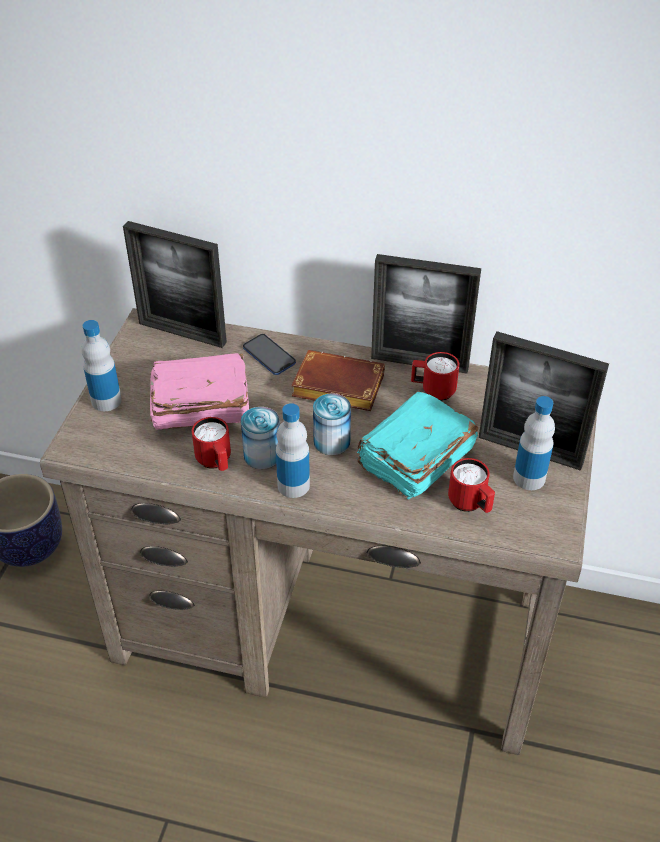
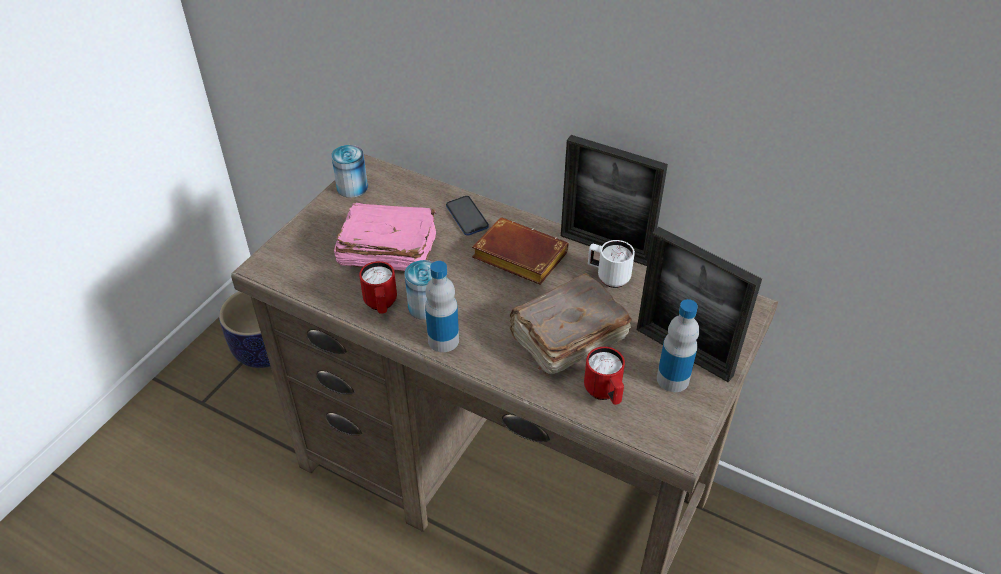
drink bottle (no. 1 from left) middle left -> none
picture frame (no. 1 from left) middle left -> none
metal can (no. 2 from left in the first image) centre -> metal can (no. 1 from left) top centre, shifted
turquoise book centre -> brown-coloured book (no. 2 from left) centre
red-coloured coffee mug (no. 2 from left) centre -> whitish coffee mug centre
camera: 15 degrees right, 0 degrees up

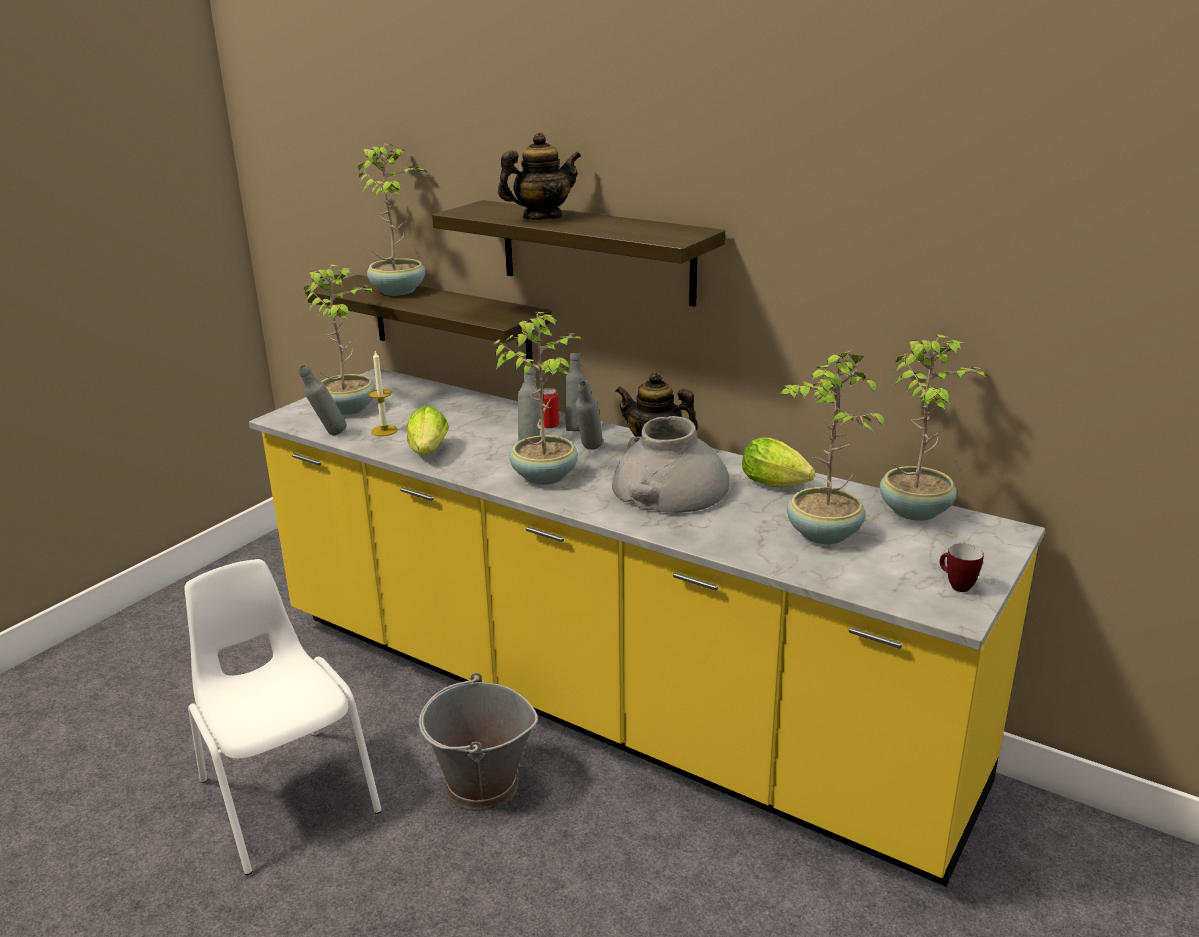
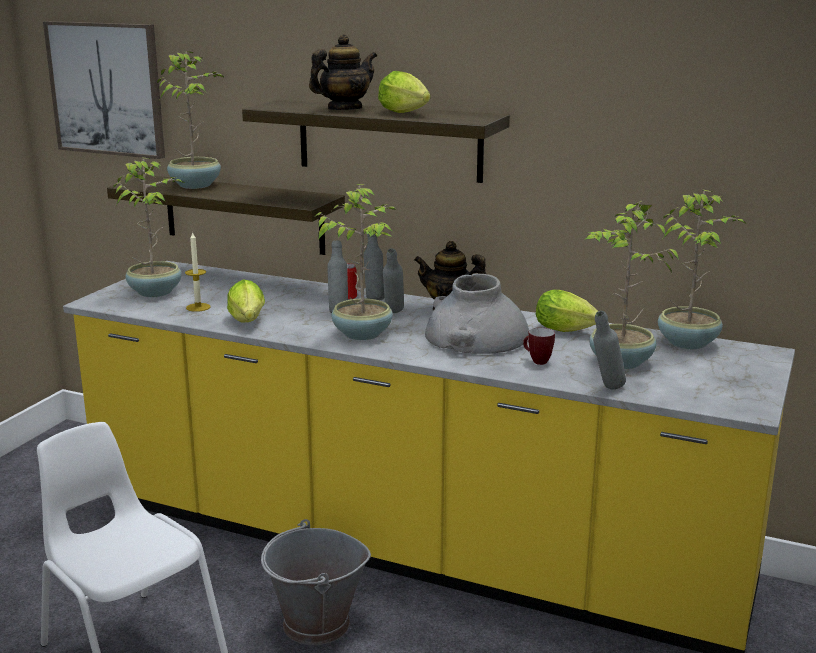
grey drink bottle (no. 1 from left in the first image) middle left -> grey drink bottle (no. 4 from left) middle right, shifted
coffee mug middle right -> coffee mug centre, shifted
none -> wall picture top left
none -> head of lettuce (no. 2 from left) top centre
camera: 10 degrees left, 5 degrees down

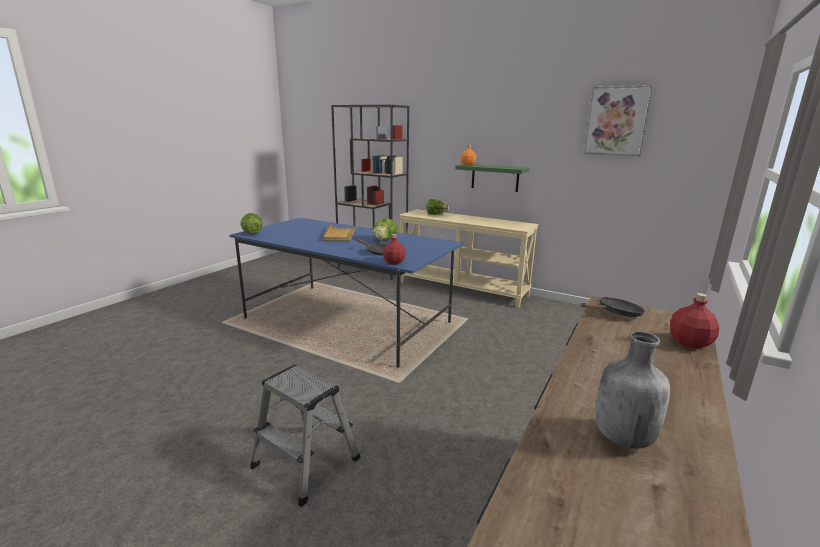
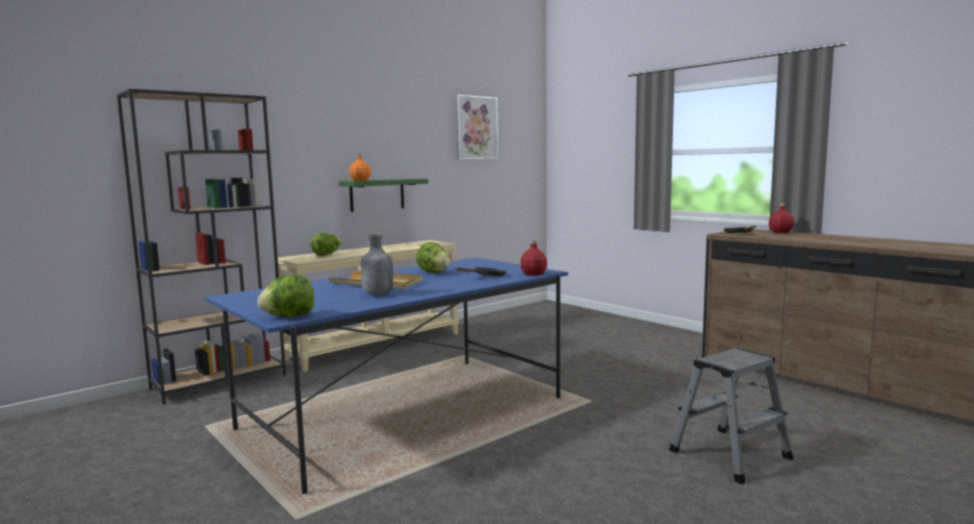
grey drink bottle bottom right -> grey drink bottle centre, shifted
camera: 70 degrees left, 10 degrees down

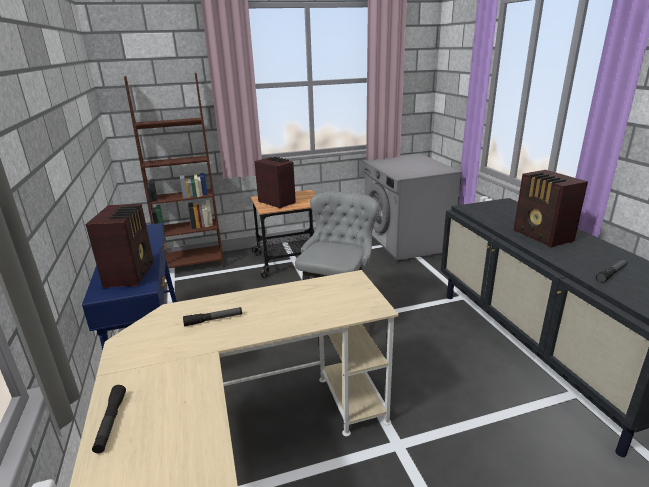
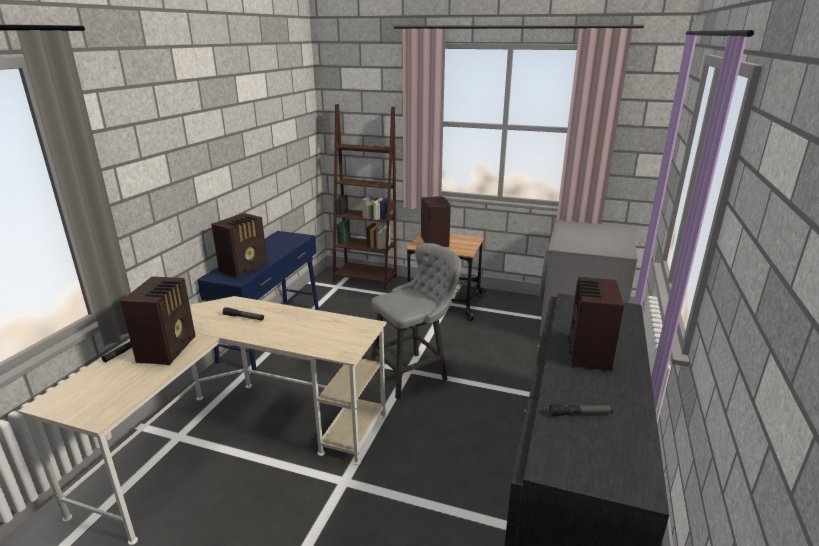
none -> radio receiver (no. 1 from left) middle left
camera: 35 degrees right, 0 degrees up

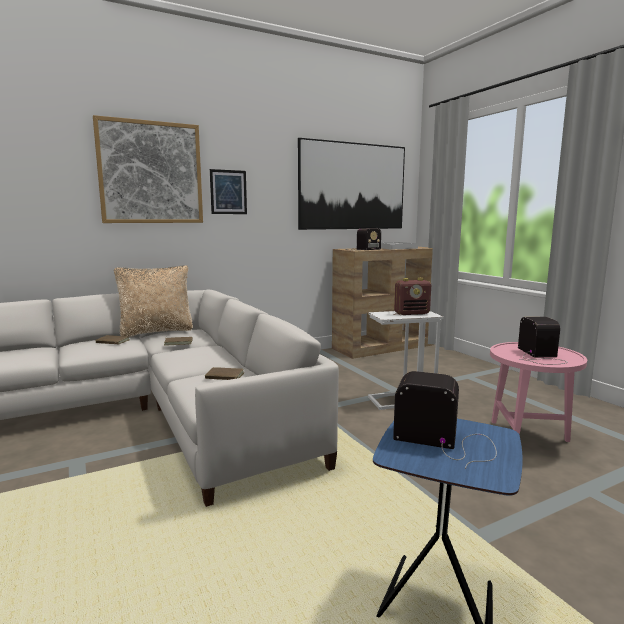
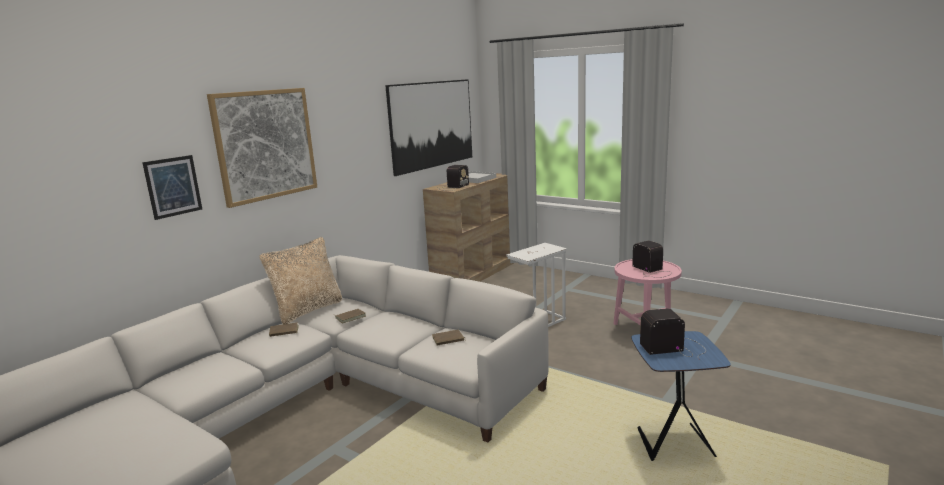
wall picture (no. 2 from left in the first image) top centre -> wall picture (no. 1 from left) middle left, shifted
radio receiver (no. 2 from left) centre -> none
camera: 25 degrees left, 5 degrees up

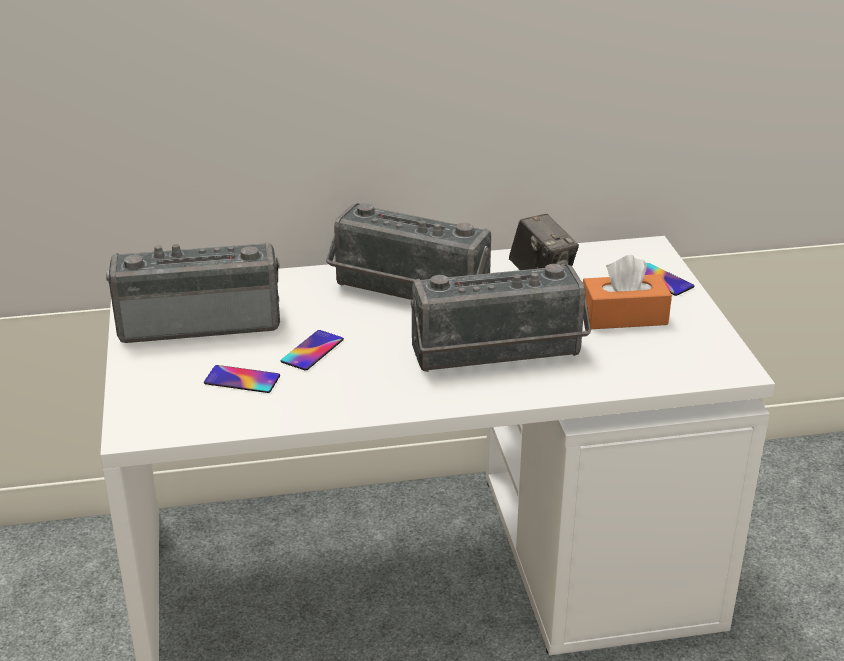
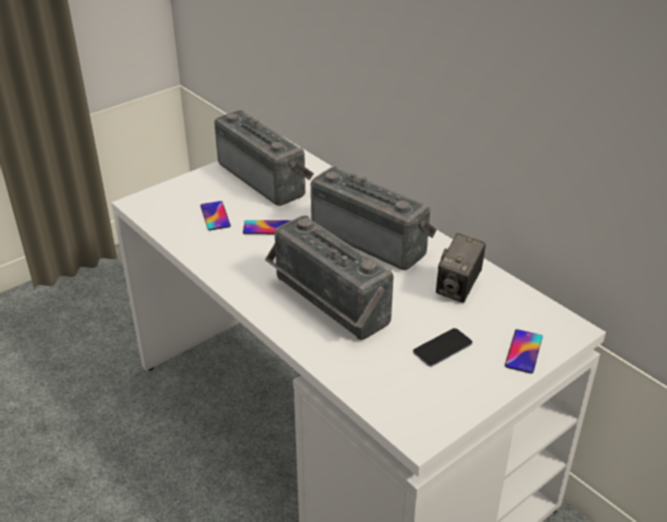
radio receiver (no. 2 from left in the first image) centre -> radio receiver (no. 3 from left) centre, 135 degrees clockwise
orange tissue box middle right -> telephone (no. 3 from left) centre
camera: 60 degrees right, 5 degrees up

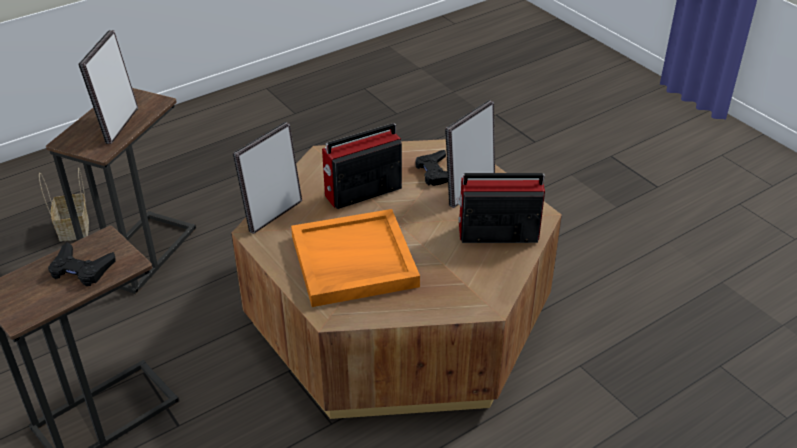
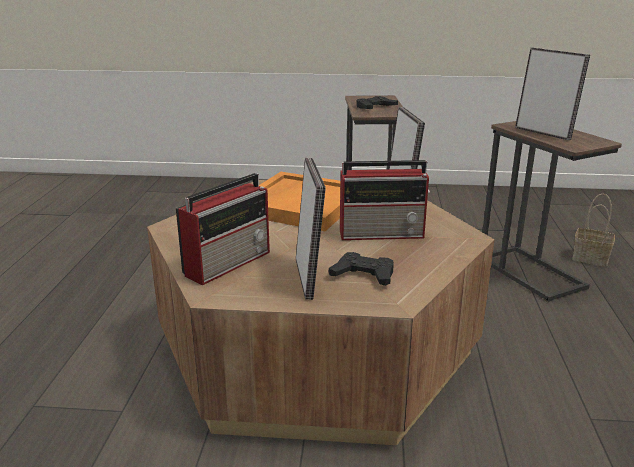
radio receiver (no. 1 from left in the first image) centre -> radio receiver (no. 2 from left) centre, 75 degrees clockwise
camera: 130 degrees right, 15 degrees down

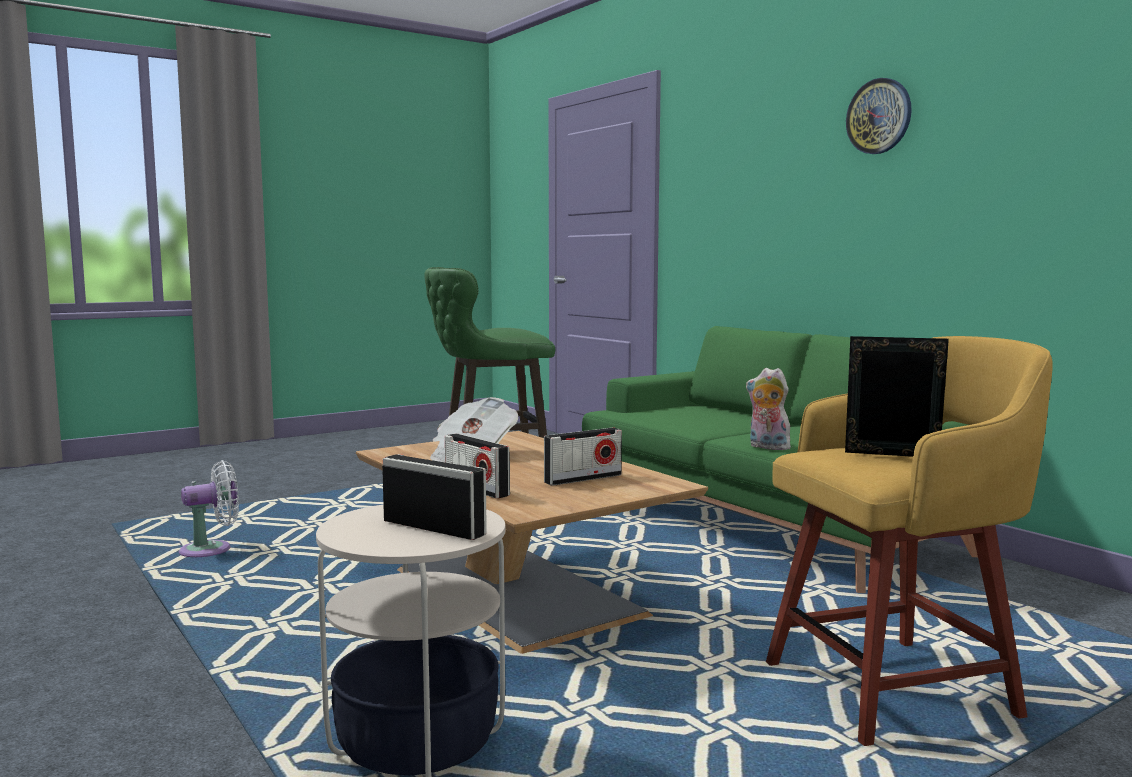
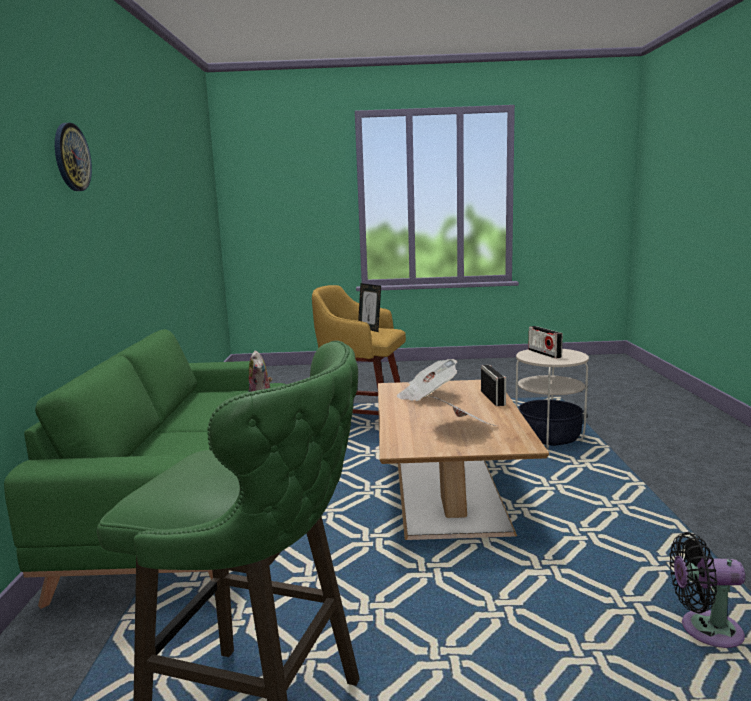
whitish cooling fan middle left -> black-coloured cooling fan bottom right
radio receiver (no. 3 from left) centre -> printed paper (no. 1 from left) centre
camera: 145 degrees left, 5 degrees up

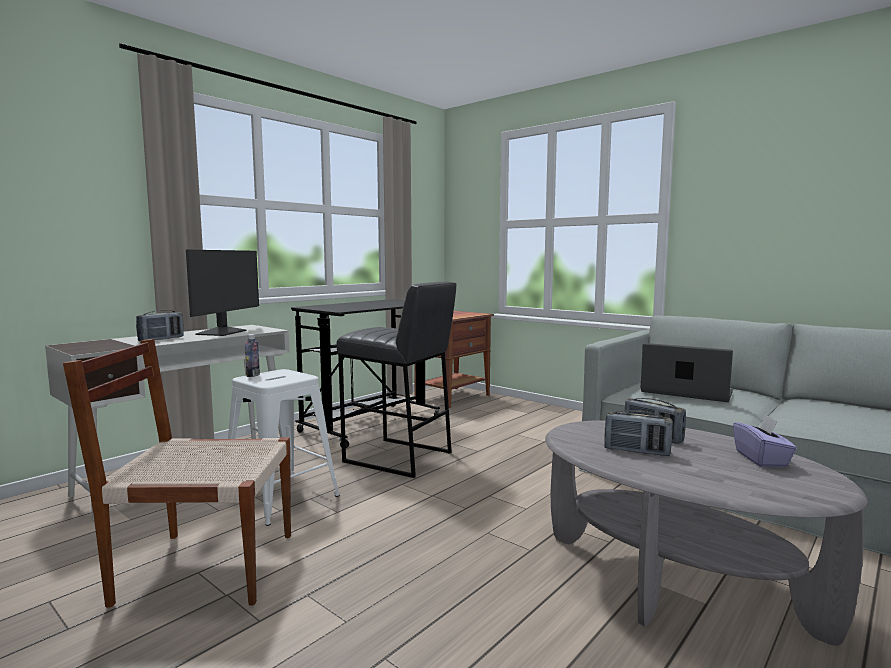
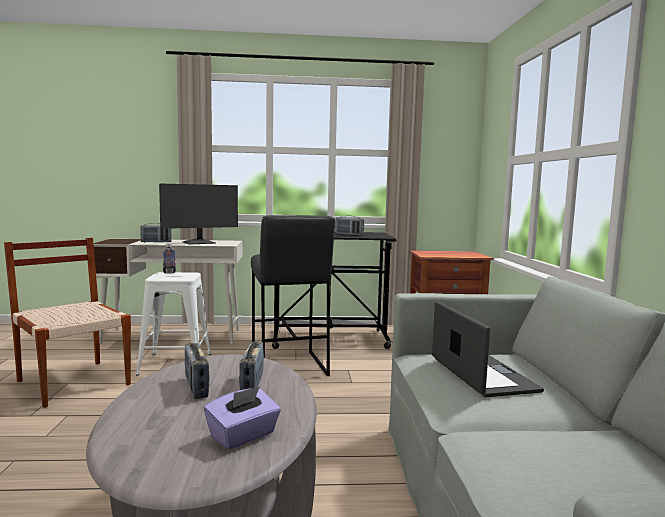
none -> radio receiver (no. 4 from left) centre
camera: 45 degrees right, 0 degrees up

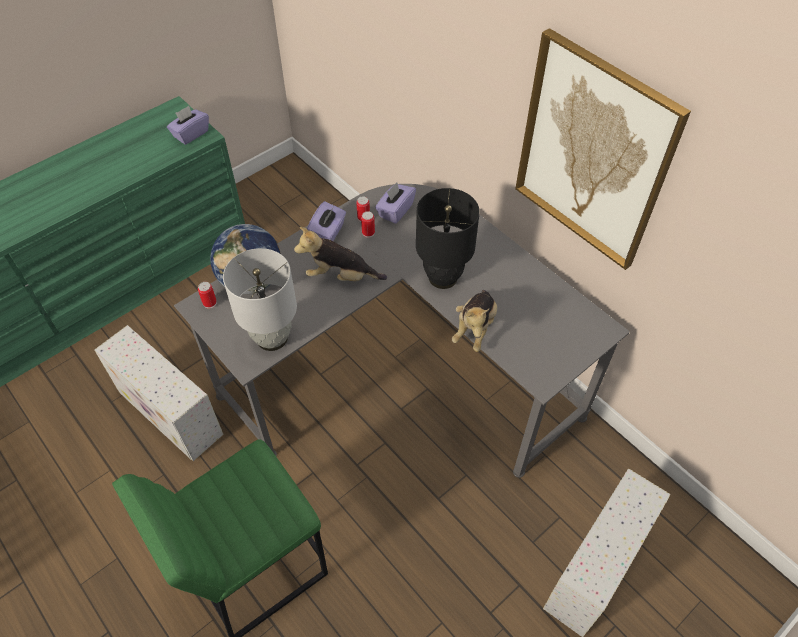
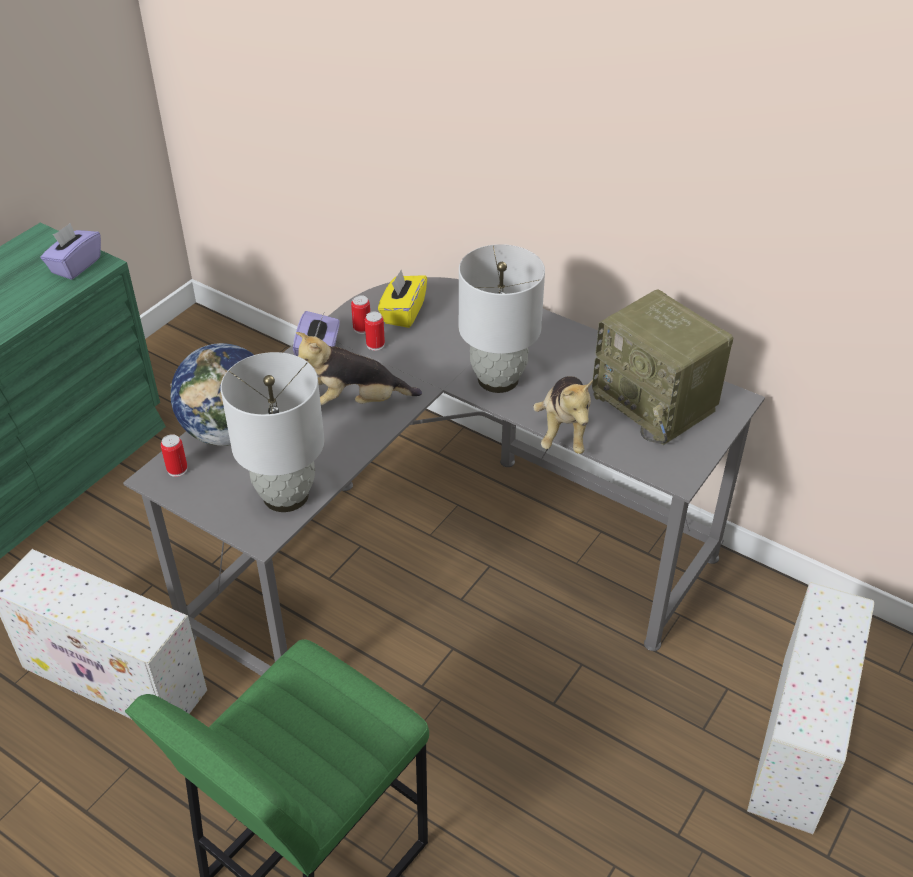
purplish tissue box (no. 3 from left) top centre -> yellowish tissue box centre
black-coloured tabletop lamp centre -> whitish tabletop lamp (no. 2 from left) centre
wall picture top right -> none
none -> radio receiver middle right
camera: 15 degrees left, 10 degrees down

